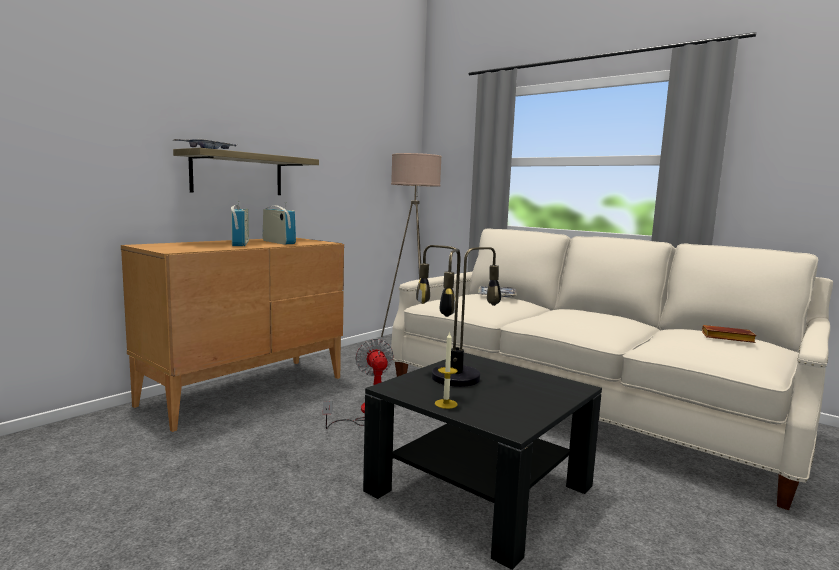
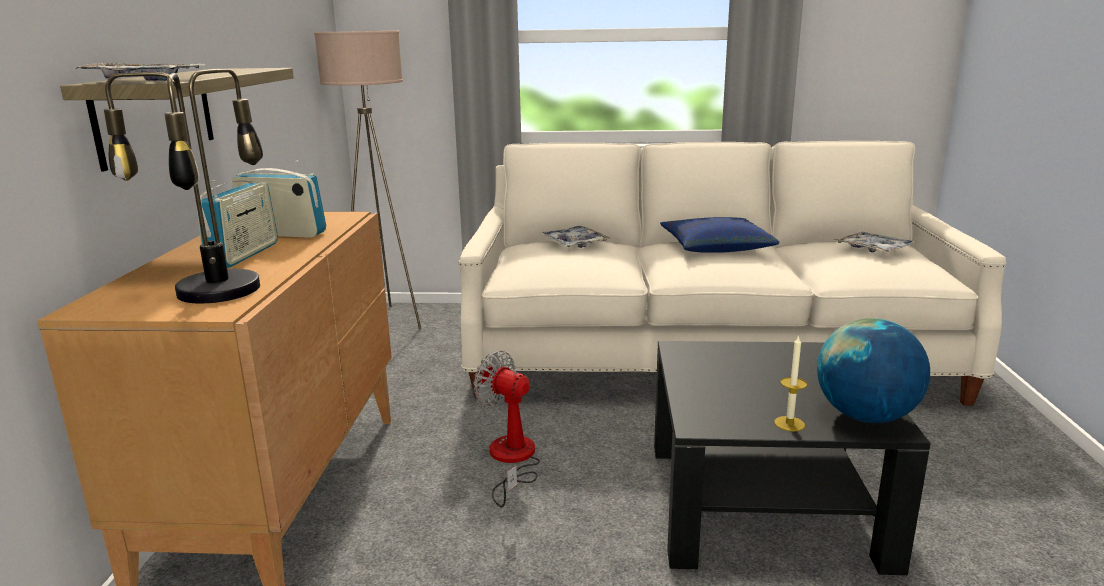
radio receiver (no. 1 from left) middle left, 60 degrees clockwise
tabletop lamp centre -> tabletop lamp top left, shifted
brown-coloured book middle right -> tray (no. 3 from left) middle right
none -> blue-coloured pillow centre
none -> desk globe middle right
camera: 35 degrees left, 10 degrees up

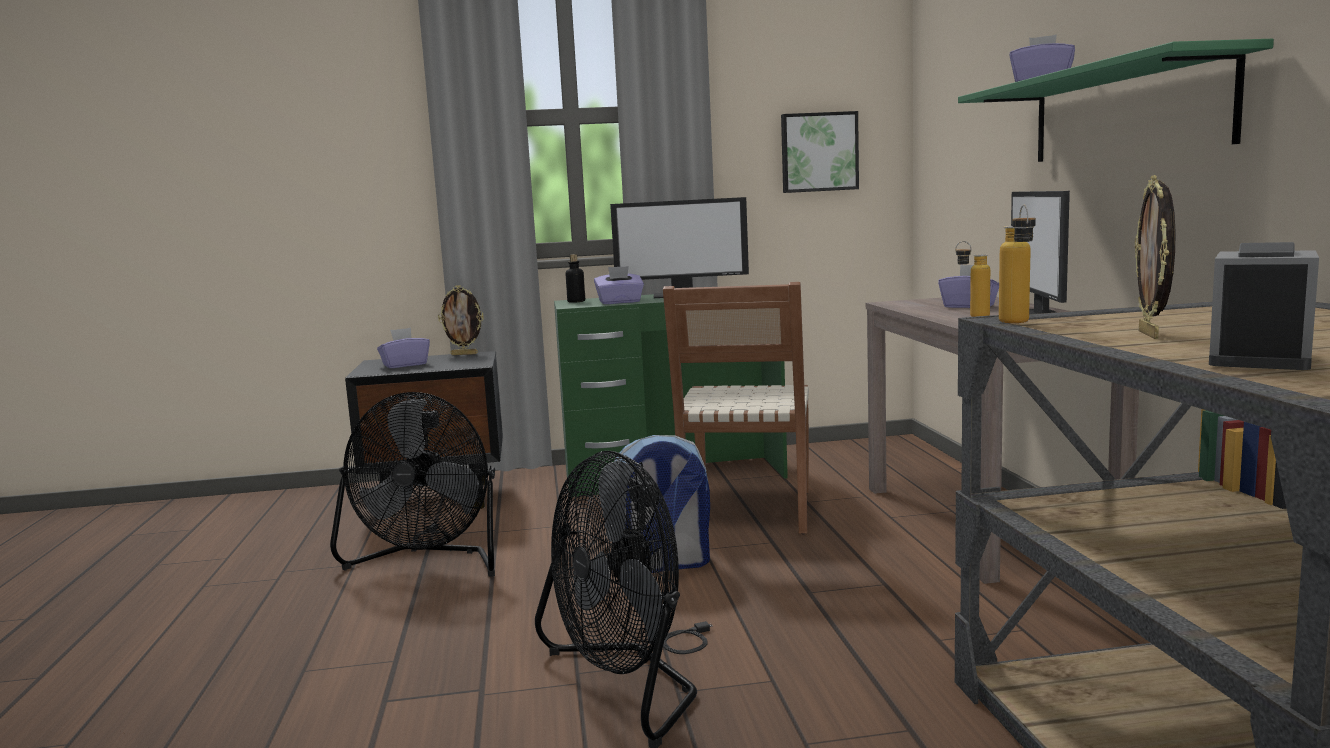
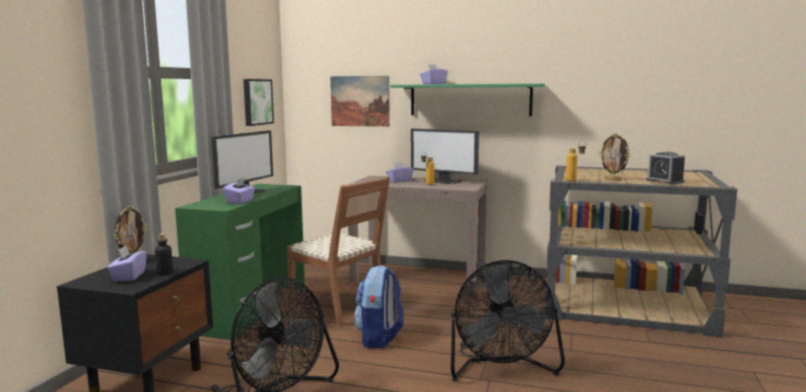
drink bottle (no. 1 from left) centre -> drink bottle (no. 1 from left) middle left, shifted
none -> wall picture (no. 2 from left) top centre
camera: 65 degrees left, 0 degrees up

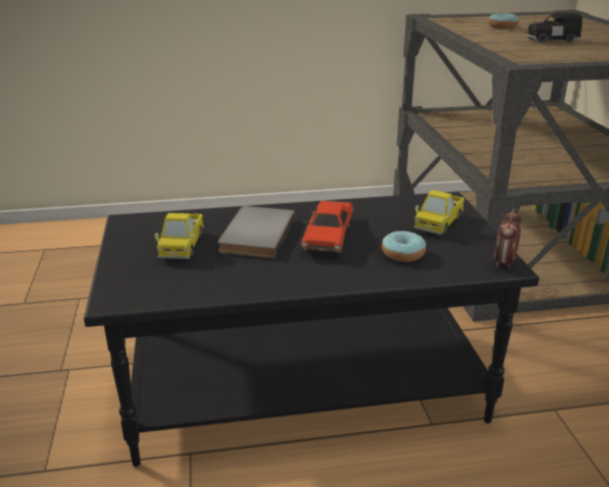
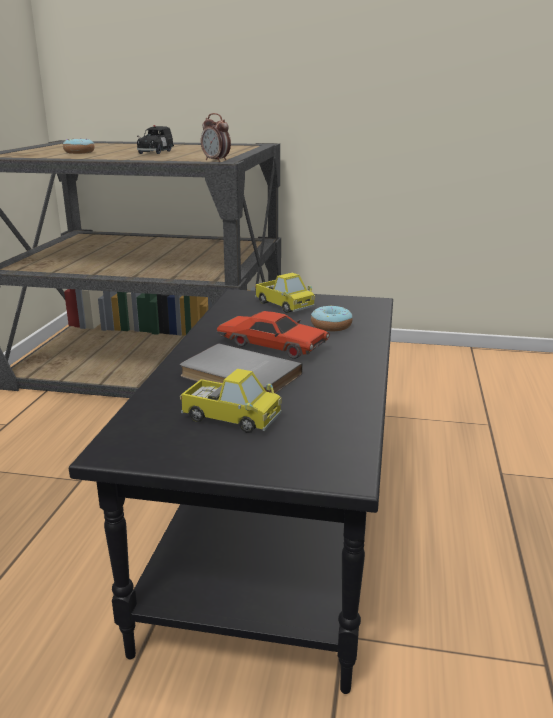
bedside clock middle right -> bedside clock top centre, shifted
camera: 70 degrees left, 5 degrees down

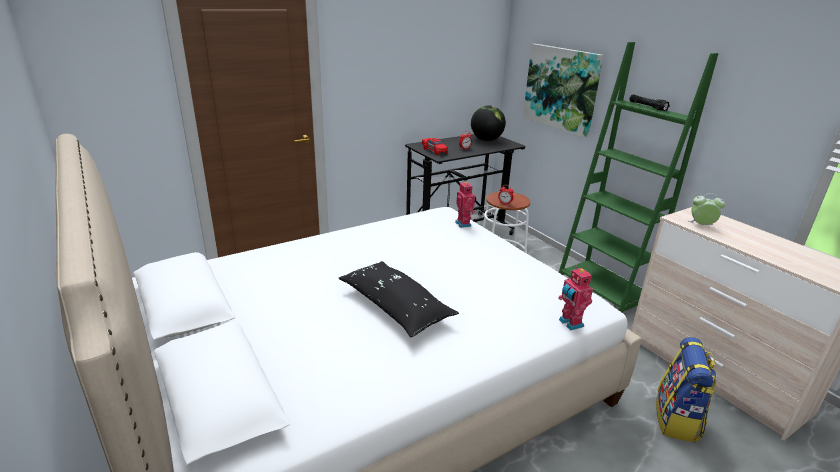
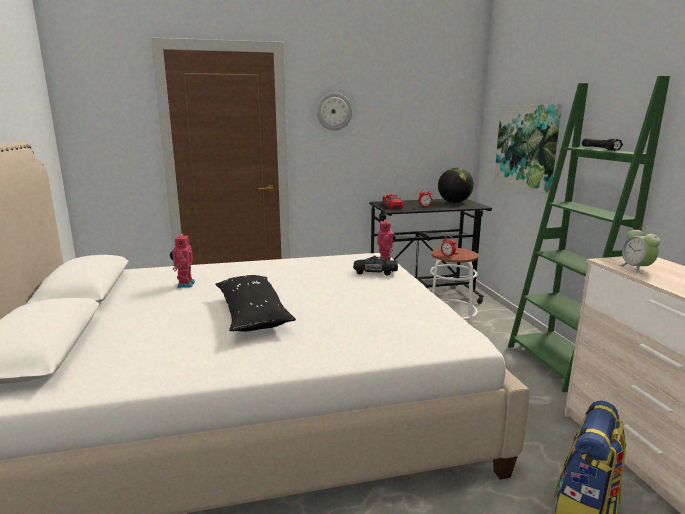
robot figure (no. 2 from left in the first image) middle right -> robot figure (no. 1 from left) middle left, shifted
bedside clock (no. 3 from left) middle right, 135 degrees counterclockwise
none -> wall clock top centre
none -> black-coloured toy car centre
camera: 20 degrees right, 10 degrees down

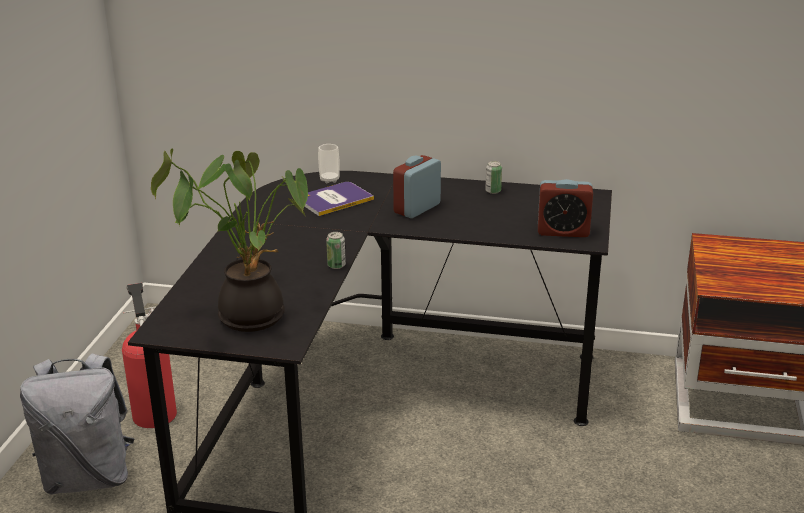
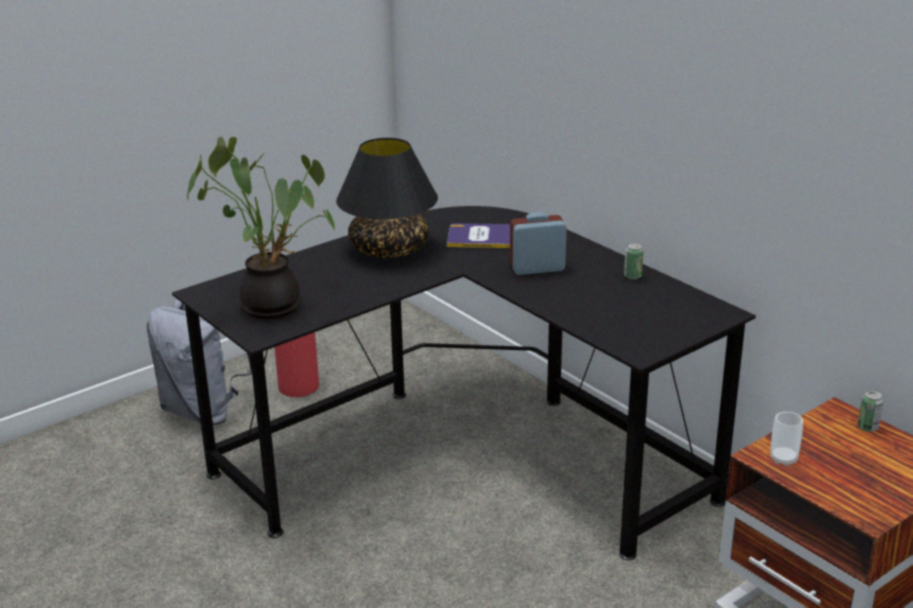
drinking cup top centre -> drinking cup bottom right, shifted
metal can (no. 1 from left in the first image) centre -> metal can (no. 2 from left) bottom right, shifted
bedside clock (no. 2 from left) middle right -> none
none -> black-coloured tabletop lamp top centre
camera: 40 degrees right, 0 degrees up

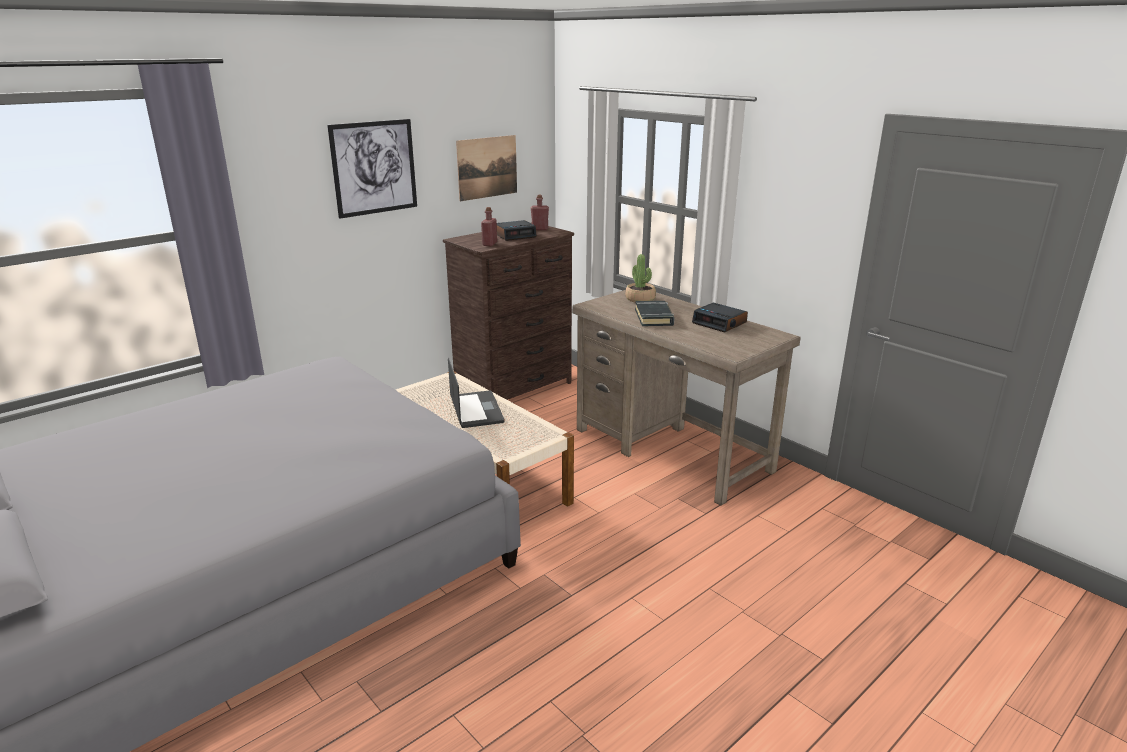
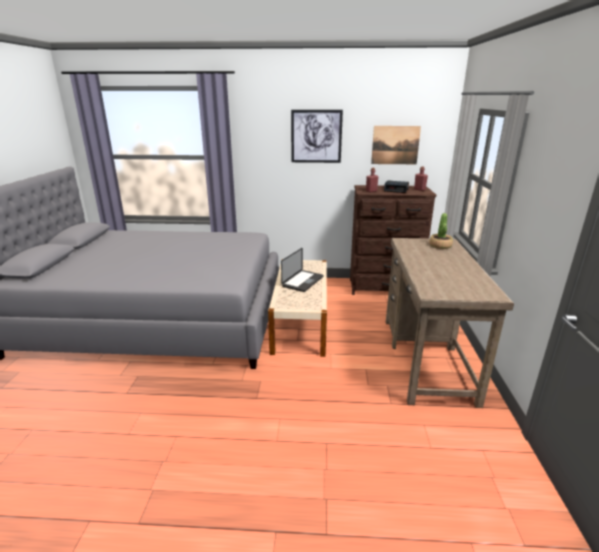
black-coloured book centre -> none
bedside clock (no. 2 from left) centre -> none
camera: 45 degrees right, 0 degrees up

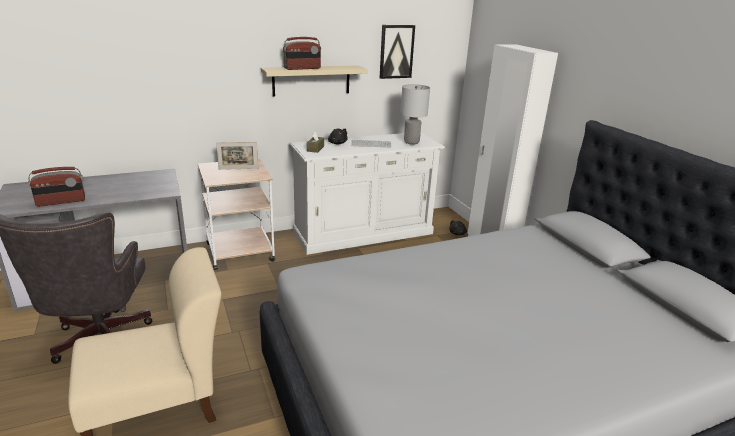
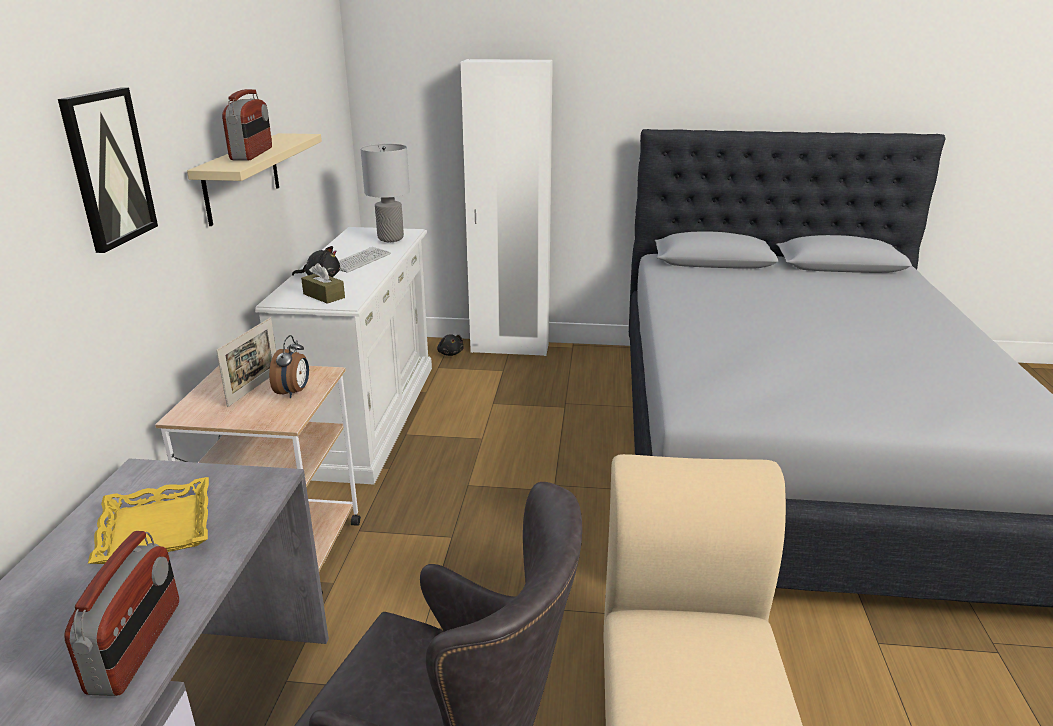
wall picture top centre -> wall picture top left, shifted
none -> yellowish tray bottom left
none -> bedside clock middle left
camera: 60 degrees left, 0 degrees up

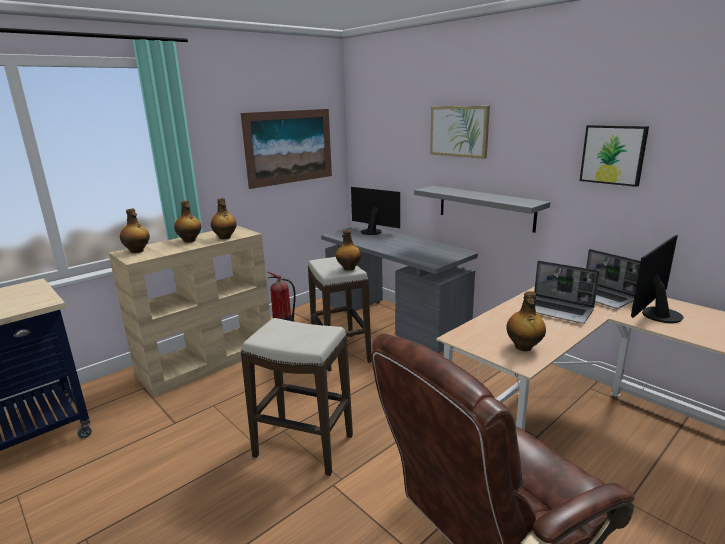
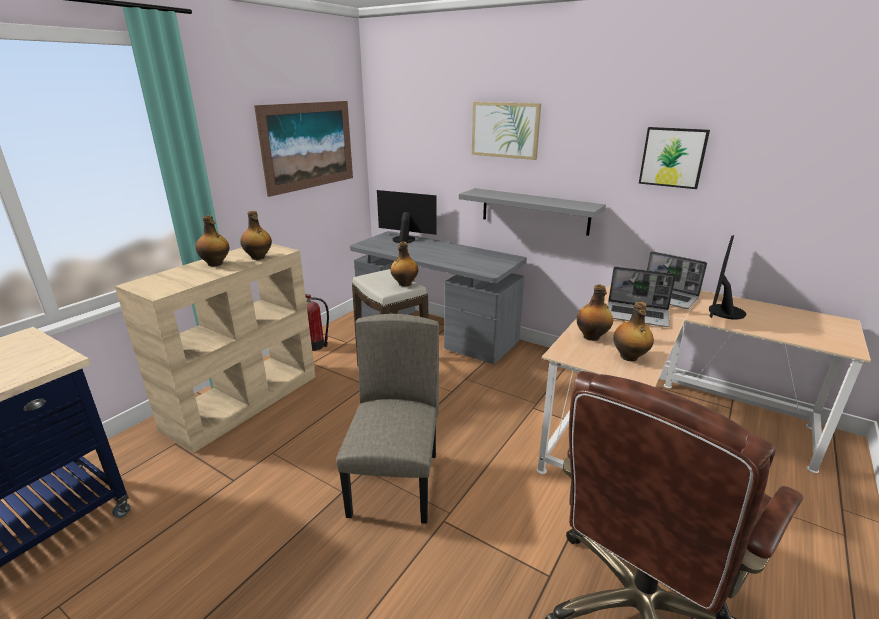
drink bottle (no. 1 from left in the first image) middle left -> drink bottle (no. 4 from left) middle right, shifted
stool (no. 1 from left) bottom centre -> beige plain chair bottom centre
camera: 15 degrees left, 5 degrees up

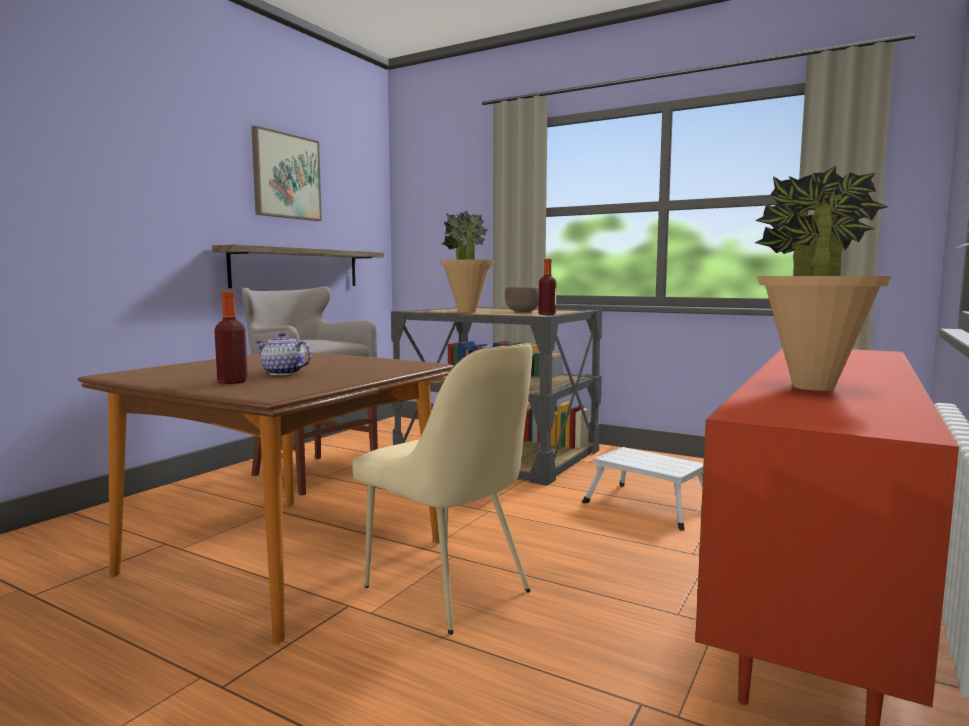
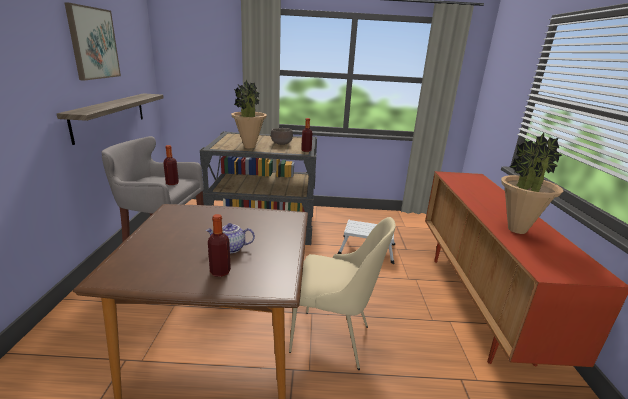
none -> drink bottle (no. 1 from left) middle left
camera: 30 degrees left, 15 degrees up

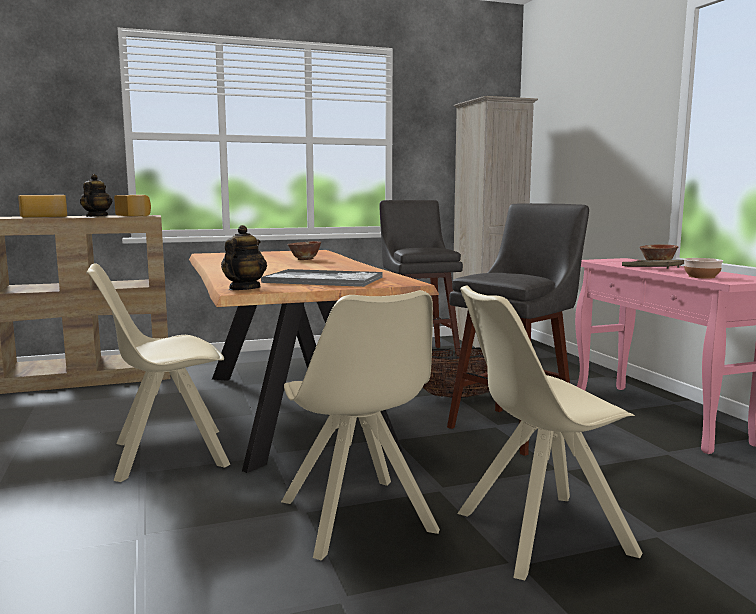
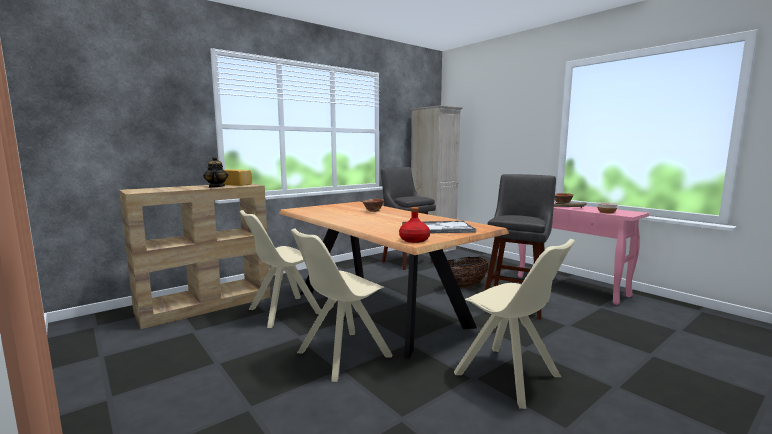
bakery bread (no. 1 from left) middle left -> none
teapot (no. 2 from left) middle left -> red-coloured drink bottle centre
beige plain chair (no. 3 from left in the first image) bottom right -> beige plain chair (no. 1 from left) centre, shifted
camera: 20 degrees left, 0 degrees up

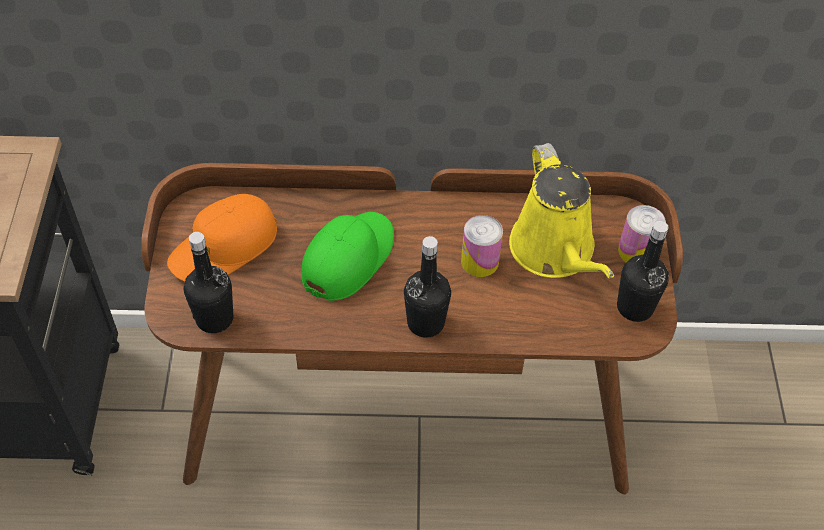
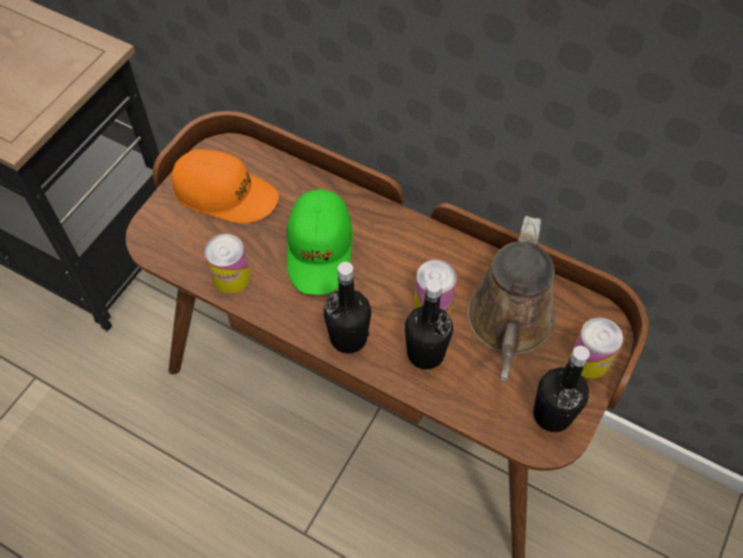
orange peaked cap middle left, 150 degrees counterclockwise
black-coloured drink bottle (no. 1 from left in the first image) middle left -> black-coloured drink bottle (no. 2 from left) centre, shifted
green-coloured peaked cap centre, 120 degrees clockwise
yellowish watering can middle right -> brown-coloured watering can middle right
none -> metal can (no. 1 from left) middle left
camera: 30 degrees right, 5 degrees up

